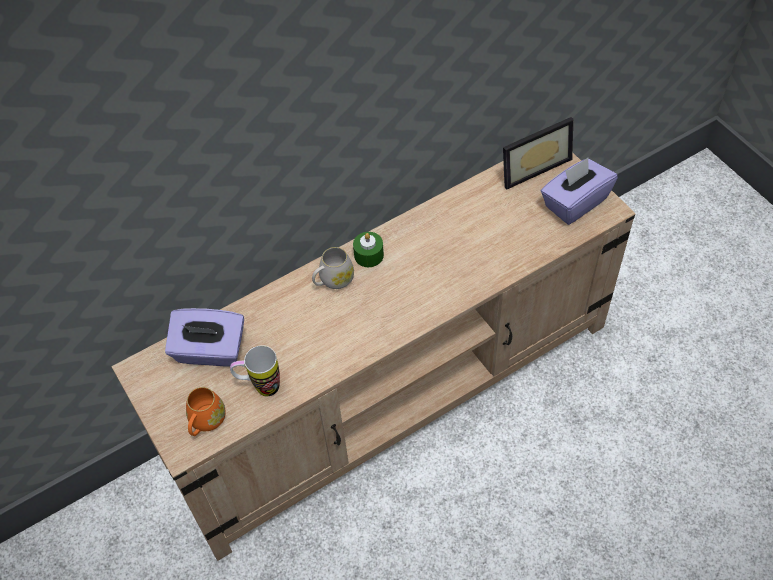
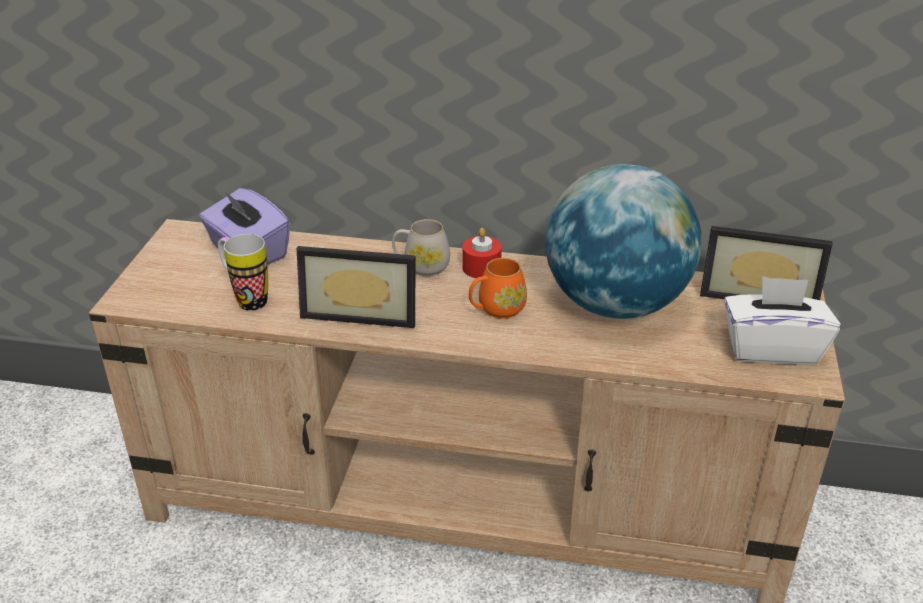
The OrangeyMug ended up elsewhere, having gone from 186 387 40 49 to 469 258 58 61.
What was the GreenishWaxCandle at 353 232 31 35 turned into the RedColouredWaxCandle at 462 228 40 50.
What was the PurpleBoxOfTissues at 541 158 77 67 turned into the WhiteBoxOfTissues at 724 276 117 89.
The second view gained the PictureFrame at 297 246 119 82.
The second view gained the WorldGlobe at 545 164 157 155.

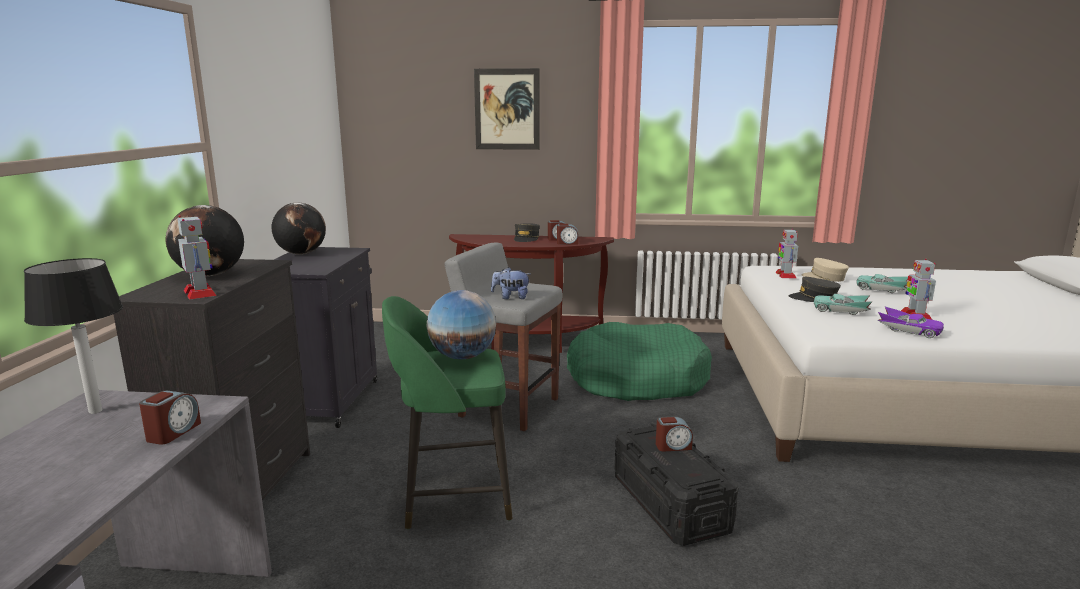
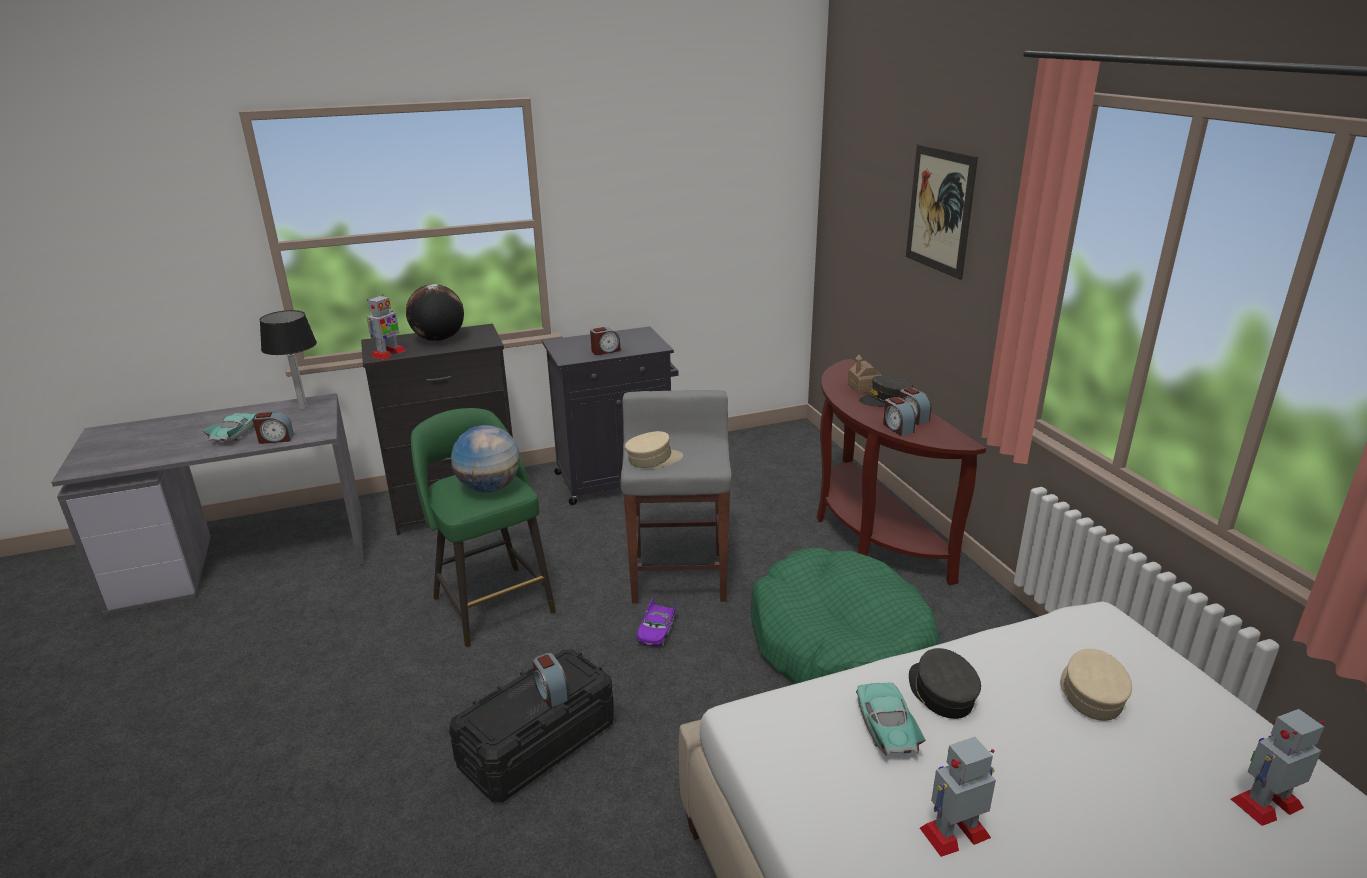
The second view lost the WorldGlobe at 272 202 54 53.
Where the PlushToy stood at 491 267 39 32, the BeigePeakedCap came to stand at 625 431 58 37.
The ModelRobot ended up elsewhere, having gone from 776 228 22 50 to 1231 709 94 117.
The TurquoiseToyCar ended up elsewhere, having gone from 856 274 52 19 to 203 413 53 28.
The PurpleToyCar ended up elsewhere, having gone from 878 306 66 32 to 637 596 41 51.
The second view gained the AlarmClock at 590 327 31 28.
The second view gained the ModelHouse at 848 354 33 40.

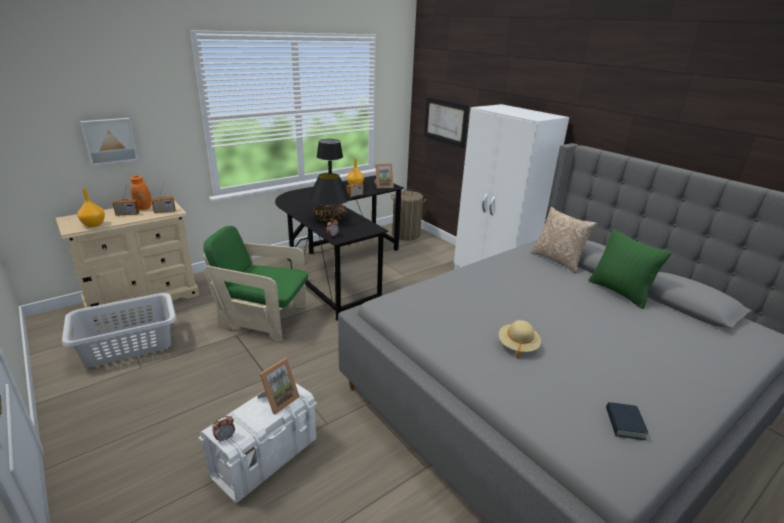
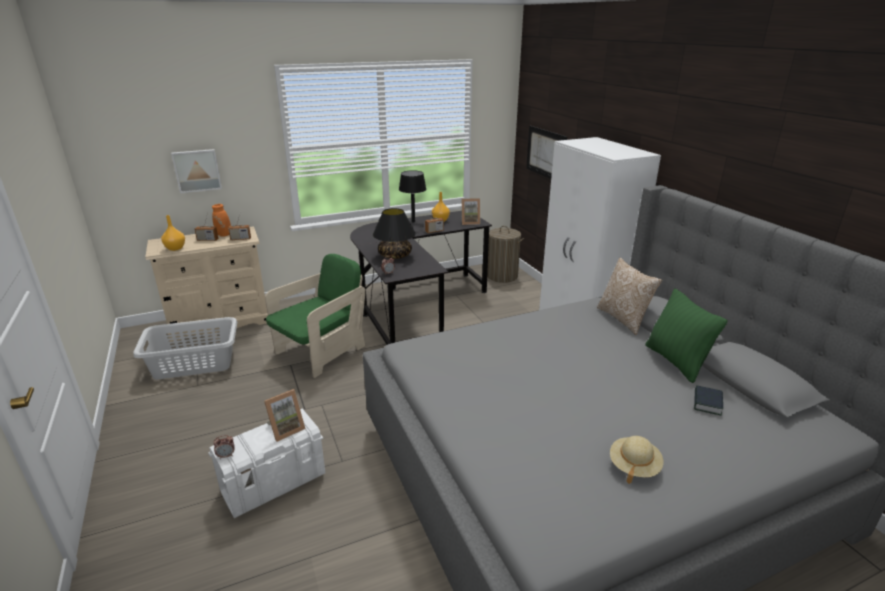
The GreenishLoungeChair at 203 226 105 116 ended up facing another way, 105 degrees clockwise from before.
The BeigeHat ended up elsewhere, having gone from 499 320 42 39 to 610 436 53 48.
The BoundBook ended up elsewhere, having gone from 606 402 42 38 to 694 385 29 30.

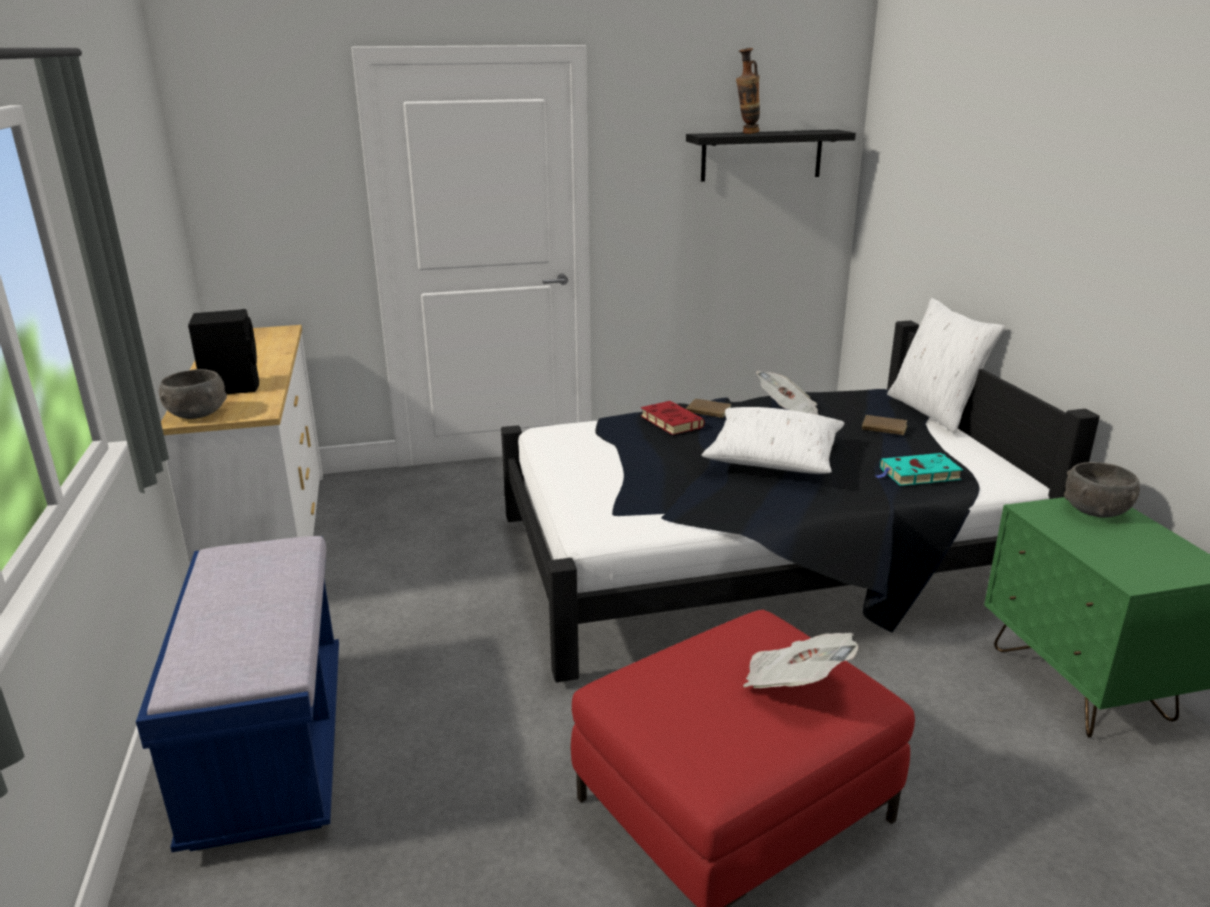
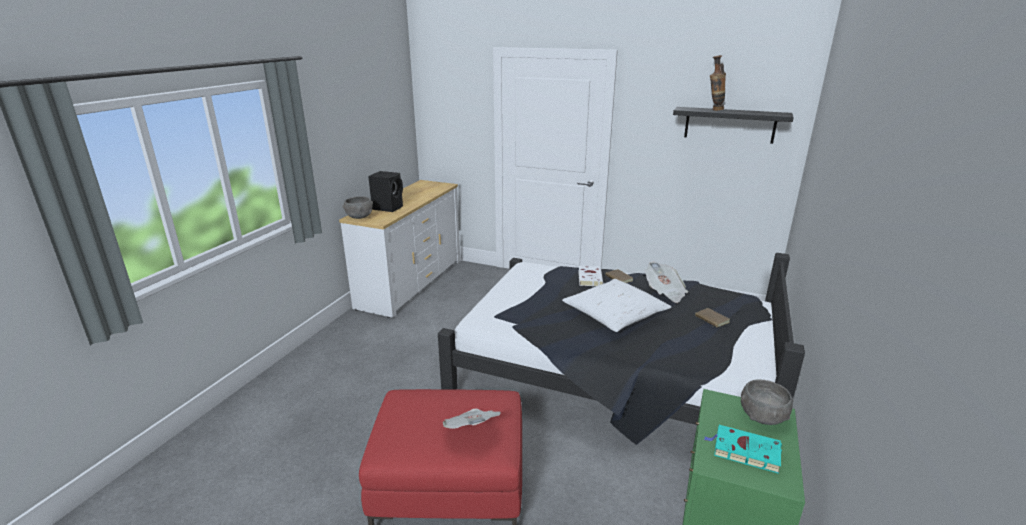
The second view lost the BluishIndoorBench at 136 536 203 316.
What was the RedColouredBoundBook at 641 401 64 34 turned into the WhiteBoundBook at 578 266 25 20.
The TurquoiseBoundBook ended up elsewhere, having gone from 875 453 88 33 to 704 425 78 49.
The second view lost the WhiteThrowPillow at 887 298 118 135.

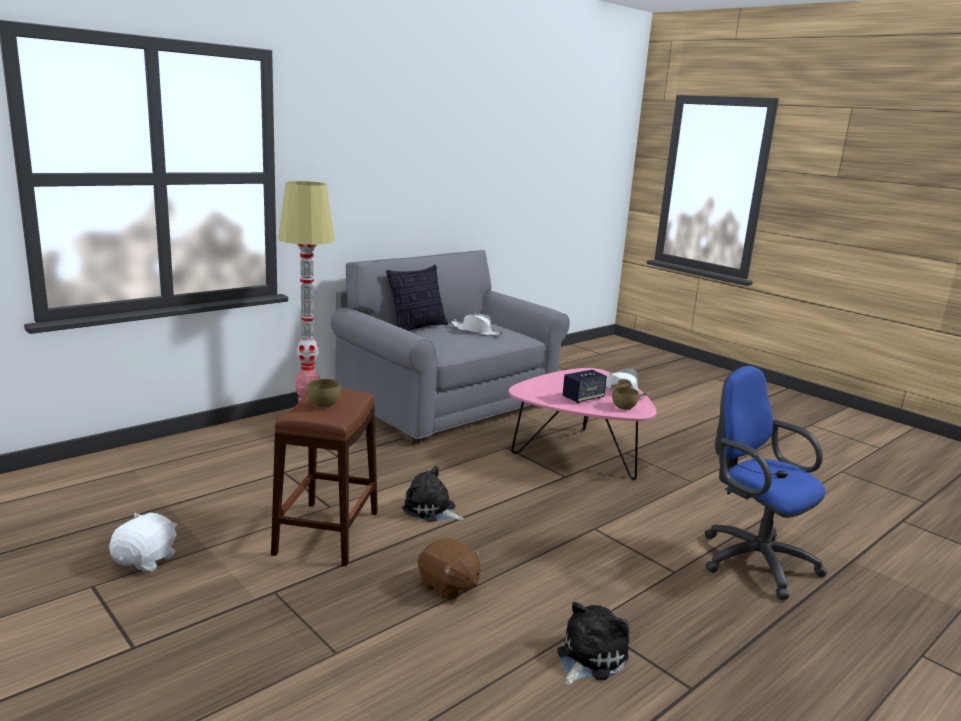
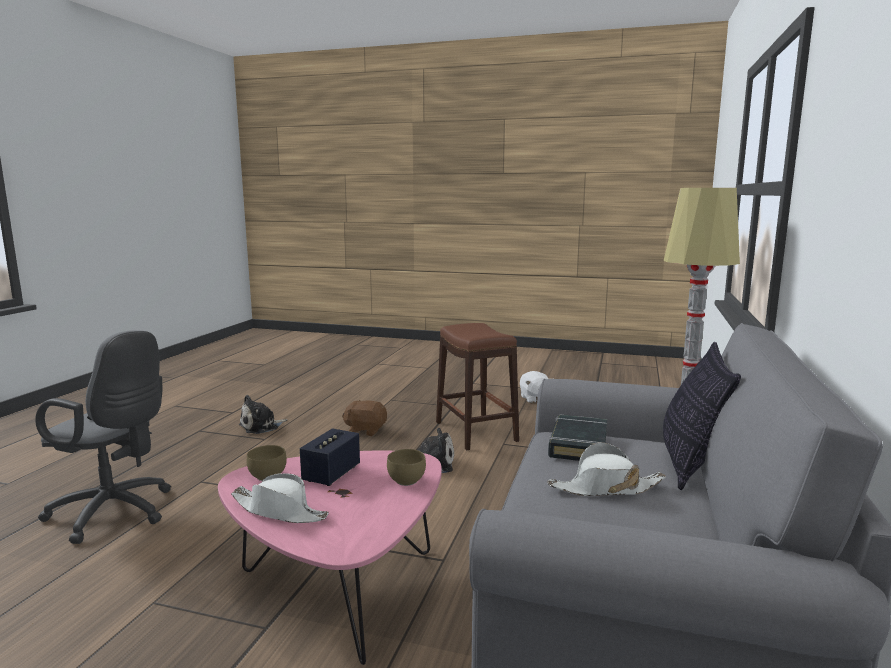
The BrownServingBowl ended up elsewhere, having gone from 307 379 34 29 to 387 449 39 37.
The PlushToy at 557 602 72 84 ended up facing another way, 45 degrees clockwise from before.
What was the BluishComputerChair at 704 366 123 234 turned into the GreyishComputerChair at 35 330 136 214.
The second view gained the BlackColouredBoundBook at 548 414 59 47.

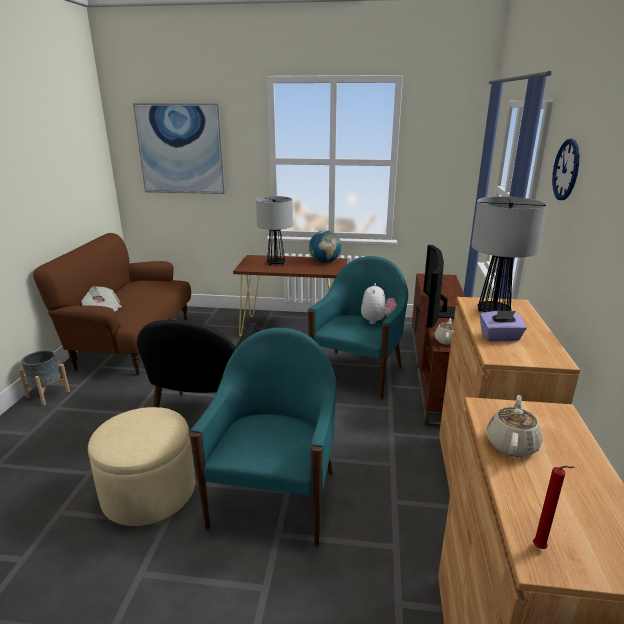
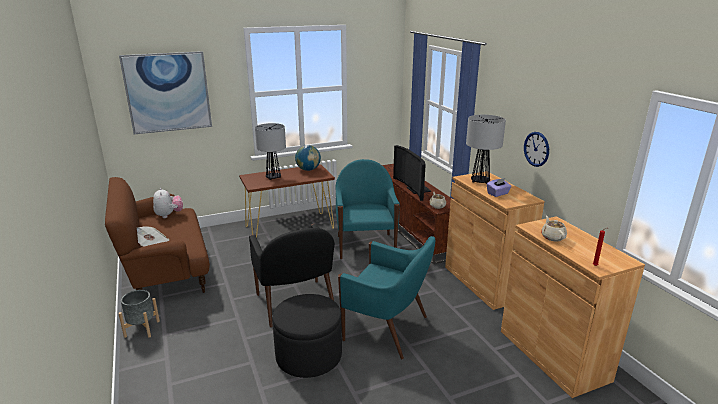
What was the BeigeFootrest at 88 407 107 119 turned into the BlackColouredFootrest at 272 294 70 84.
The TurquoiseLoungeChair at 190 328 147 218 ended up facing another way, 135 degrees clockwise from before.
The PlushToy ended up elsewhere, having gone from 361 283 36 41 to 153 188 30 30.
The HangingClock ended up elsewhere, having gone from 552 139 27 61 to 524 132 25 35.

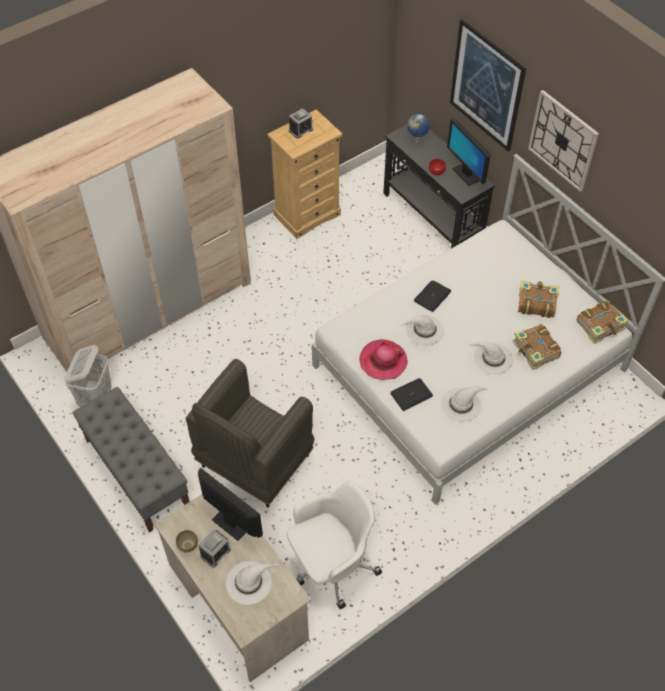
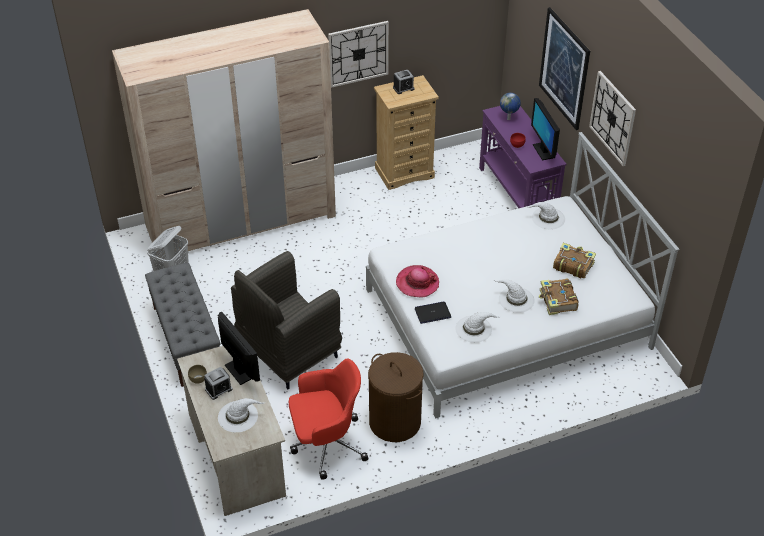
What was the WhiteComputerChair at 287 482 95 127 turned into the RedColouredComputerChair at 289 359 80 121.
What was the BlackColouredHallTable at 383 125 112 123 turned into the PurpleHallTable at 479 106 88 102.
The WhiteHat ended up elsewhere, having gone from 400 315 44 31 to 527 202 38 27.
The second view lost the NotebookComputer at 414 280 37 32.
The second view lost the BoundBook at 577 301 51 43.
The second view gained the HangingClock at 328 21 61 67.
The second view gained the BrownWashingBasket at 368 352 56 90.

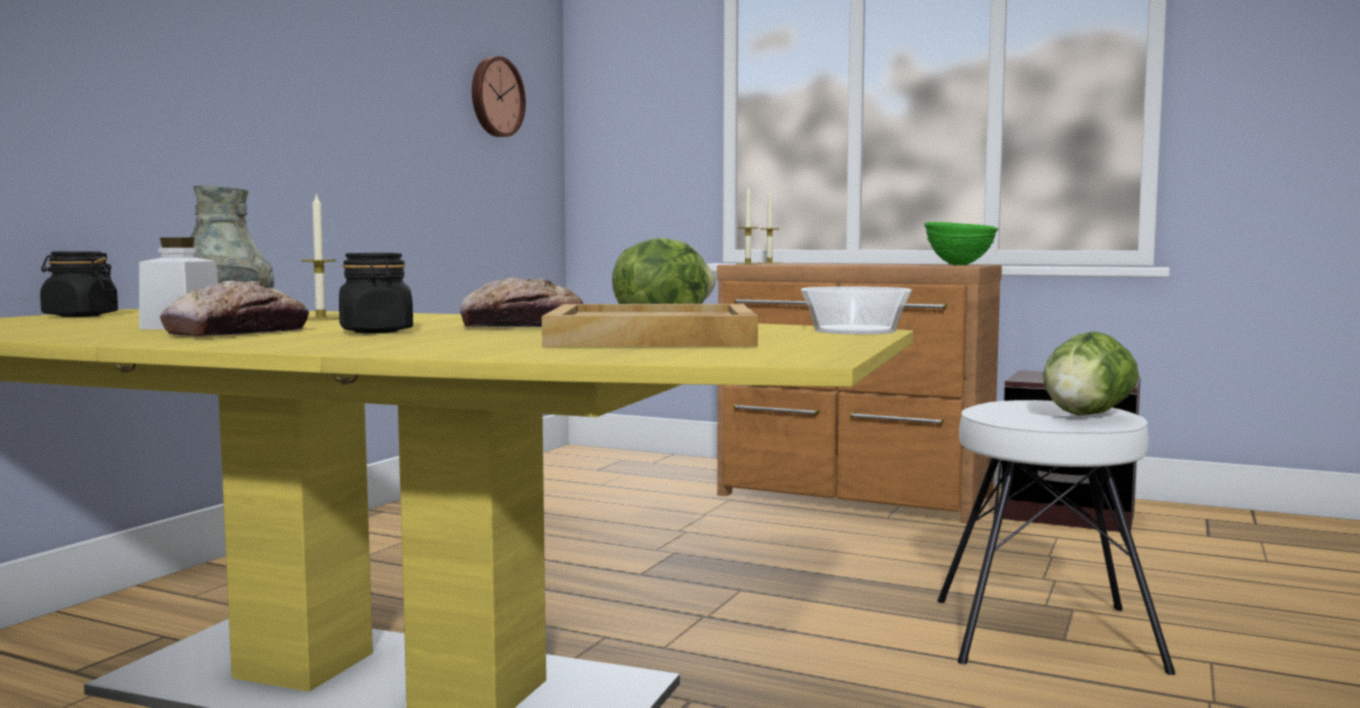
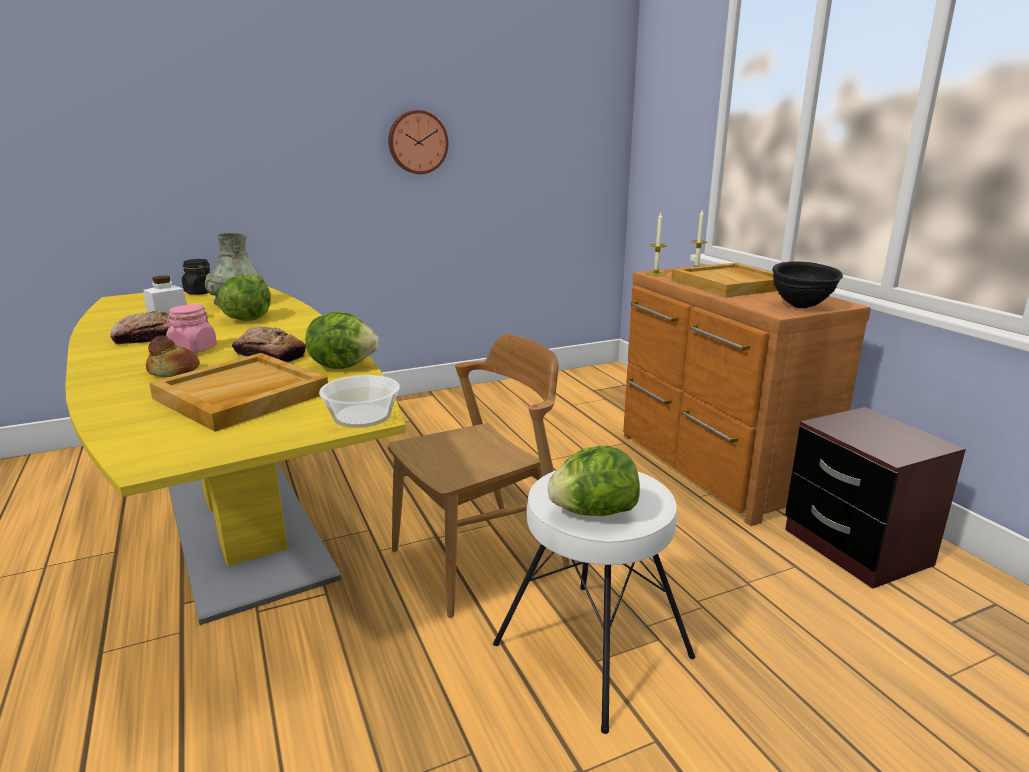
Where the WaxCandle stood at 301 193 38 128, the LettuceHead came to stand at 218 275 53 46.
What was the BlackColouredPreserveJar at 339 253 74 80 turned into the PinkColouredPreserveJar at 166 304 51 49.
The HangingClock ended up elsewhere, having gone from 472 56 54 81 to 388 110 60 64.
What was the GreenishServingBowl at 924 222 74 43 turned into the BlackColouredServingBowl at 772 261 71 47.
The second view gained the Bread at 146 335 54 42.
The second view gained the BrownPlainChair at 388 334 182 284.
The second view gained the BeigeServingTray at 671 263 107 35.

